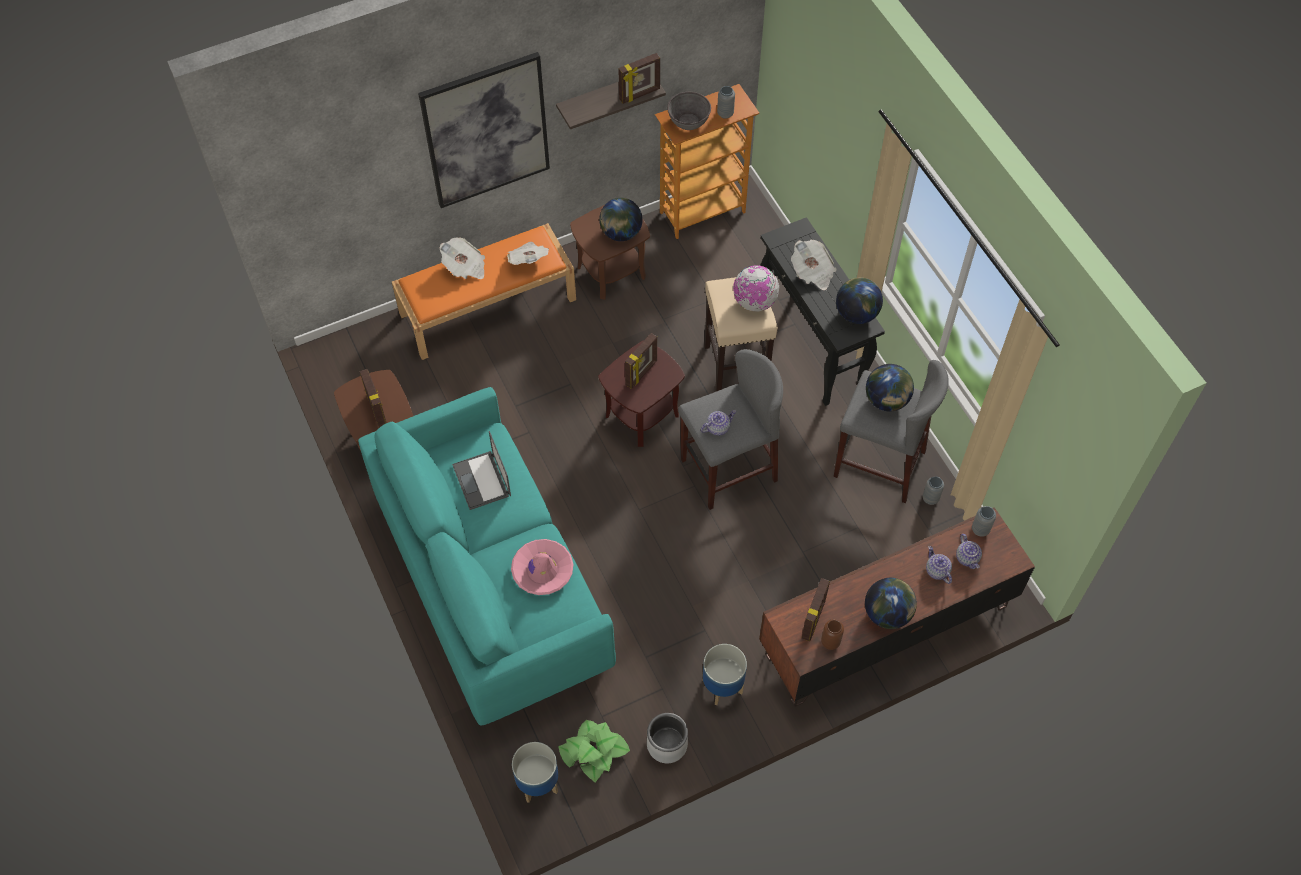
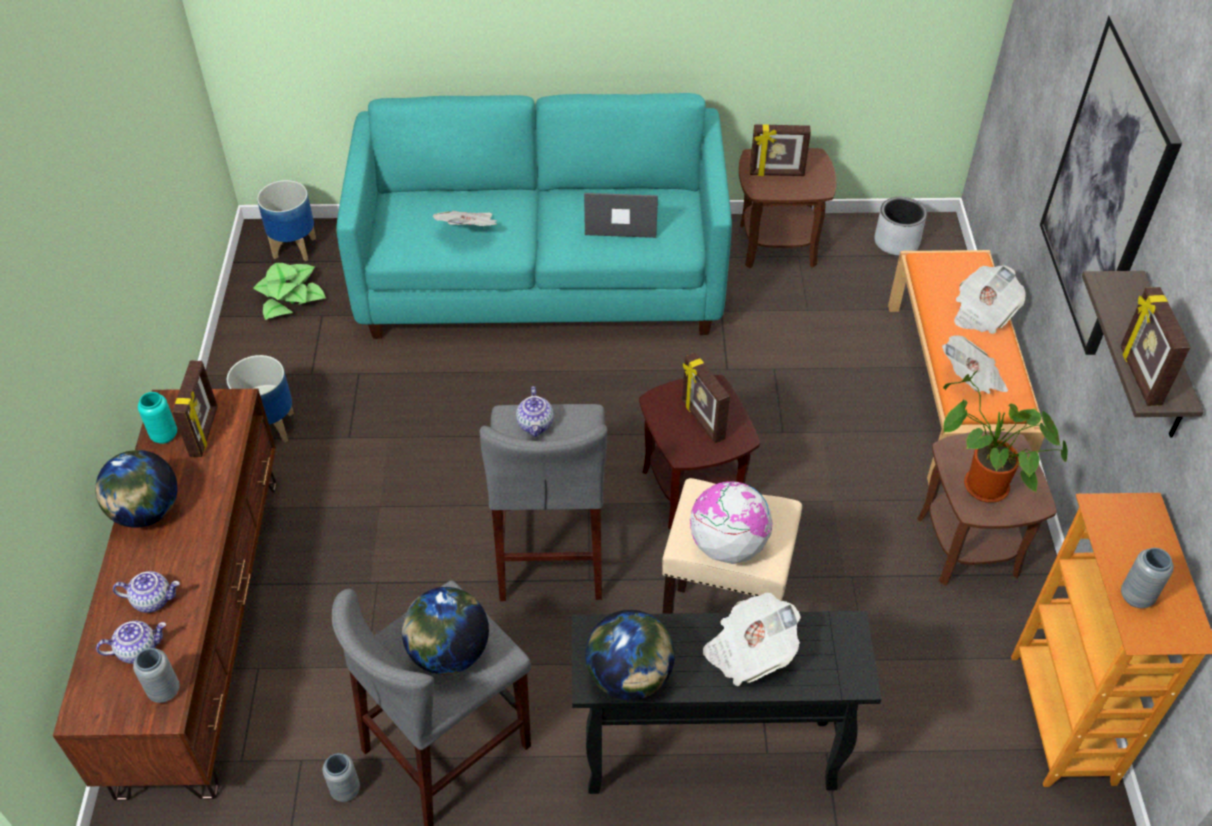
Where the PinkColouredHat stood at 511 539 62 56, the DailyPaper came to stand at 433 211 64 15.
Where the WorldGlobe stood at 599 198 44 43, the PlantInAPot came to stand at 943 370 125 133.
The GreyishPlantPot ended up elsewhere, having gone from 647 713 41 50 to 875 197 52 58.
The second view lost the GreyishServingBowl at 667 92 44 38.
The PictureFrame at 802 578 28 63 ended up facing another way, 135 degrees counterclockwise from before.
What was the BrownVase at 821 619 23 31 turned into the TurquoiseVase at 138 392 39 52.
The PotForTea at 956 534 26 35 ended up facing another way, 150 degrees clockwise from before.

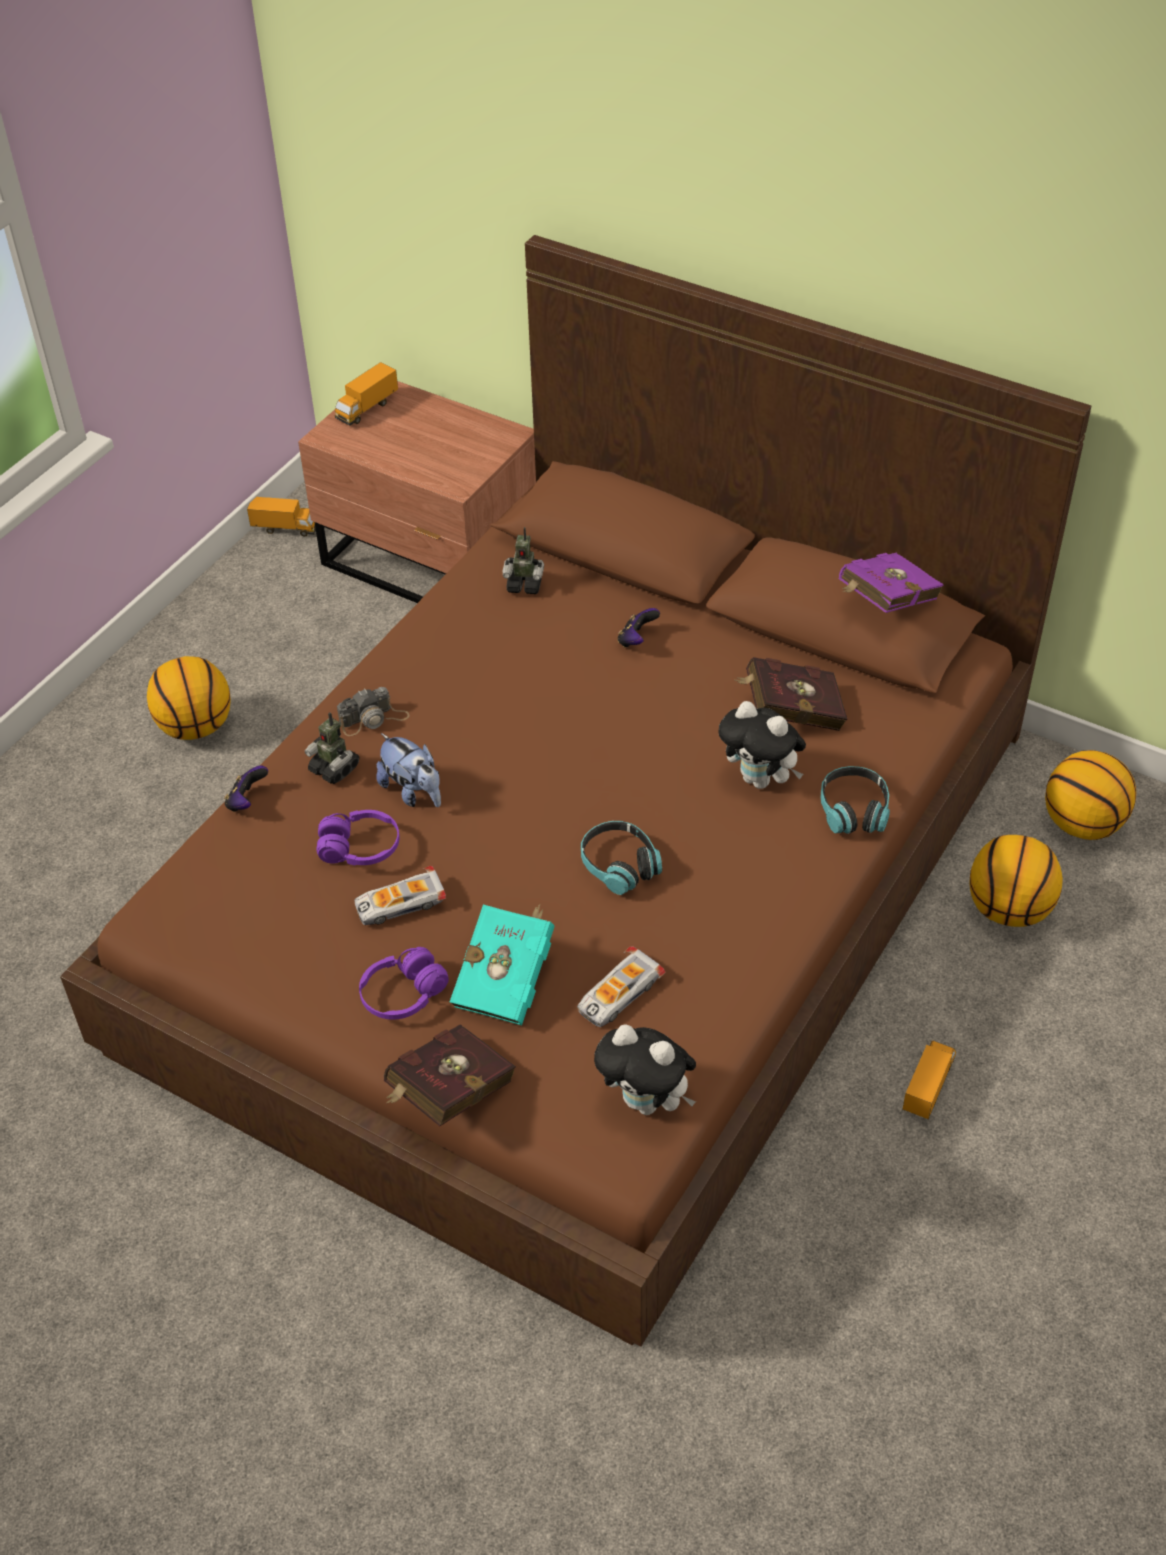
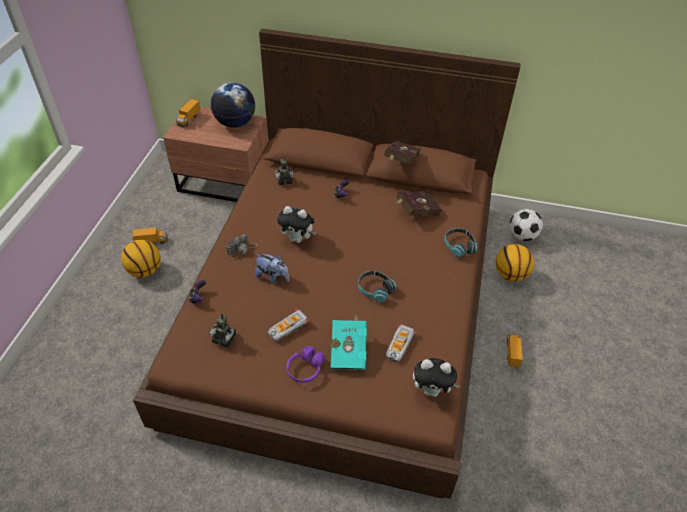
The ToyLorry ended up elsewhere, having gone from 247 497 69 40 to 132 227 36 17.
The ModelRobot ended up elsewhere, having gone from 305 712 55 72 to 209 313 27 34.
The second view lost the PurpleHeadset at 316 810 84 55.
The RedColouredBoundBook ended up elsewhere, having gone from 384 1024 132 102 to 384 141 37 23.
The PlushToy ended up elsewhere, having gone from 718 701 88 88 to 277 206 39 37.
The second view lost the PurpleBoundBook at 838 553 106 60.
Where the BallForBasketball stood at 1045 750 91 90, the FootballBall came to stand at 510 209 33 32.
The second view gained the WorldGlobe at 211 82 44 46.

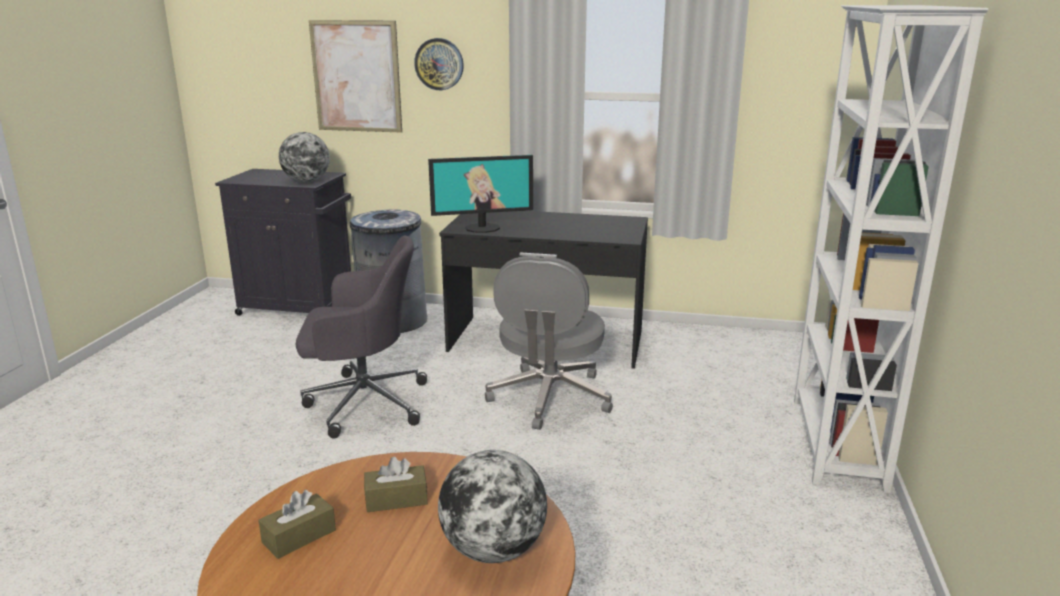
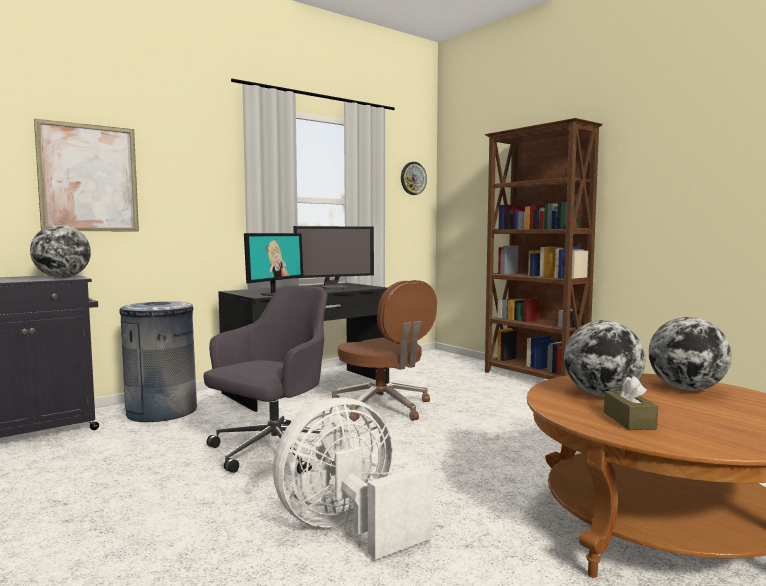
Where the BrownBoxOfTissues stood at 364 457 64 55, the WorldGlobe came to stand at 564 320 81 77.
The HangingClock ended up elsewhere, having gone from 414 38 50 52 to 401 162 26 33.
What was the GreyishComputerChair at 485 256 128 174 turned into the BrownComputerChair at 332 280 105 142.
What was the WhiteBookshelf at 794 5 194 488 turned into the BrownBookshelf at 485 118 118 261.
The second view gained the WhiteFan at 273 397 160 162.
The second view gained the Monitor at 293 226 81 63.

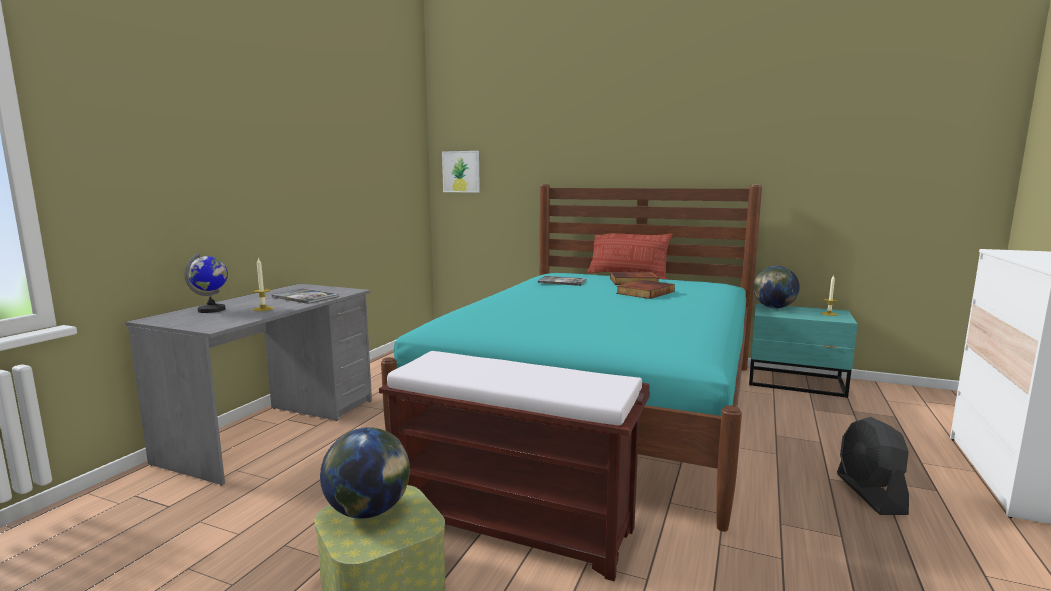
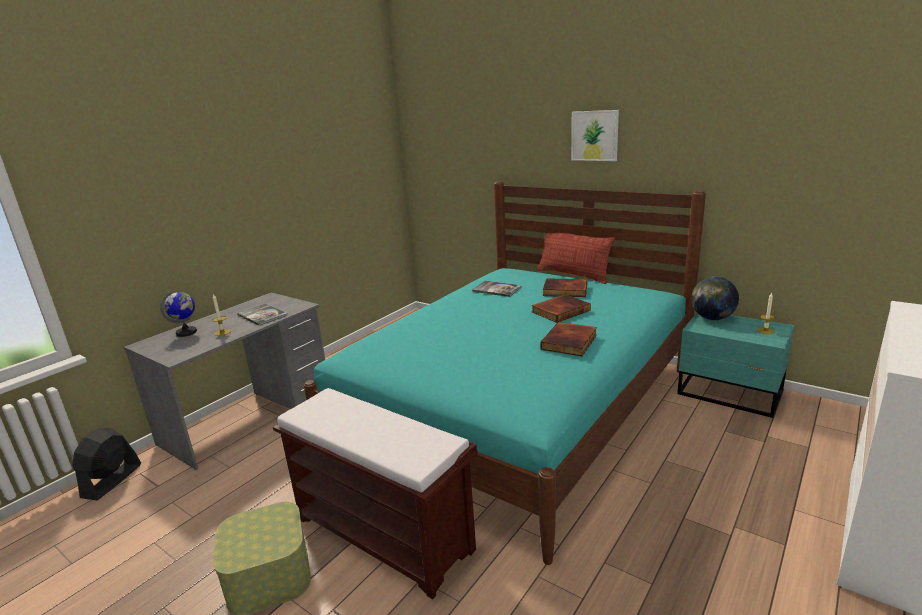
The second view lost the WorldGlobe at 320 427 90 91.
The Picture ended up elsewhere, having gone from 442 151 38 42 to 571 110 48 51.
The BlackColouredFan ended up elsewhere, having gone from 837 417 72 98 to 72 428 69 72.
The second view gained the BoundBook at 541 322 56 34.

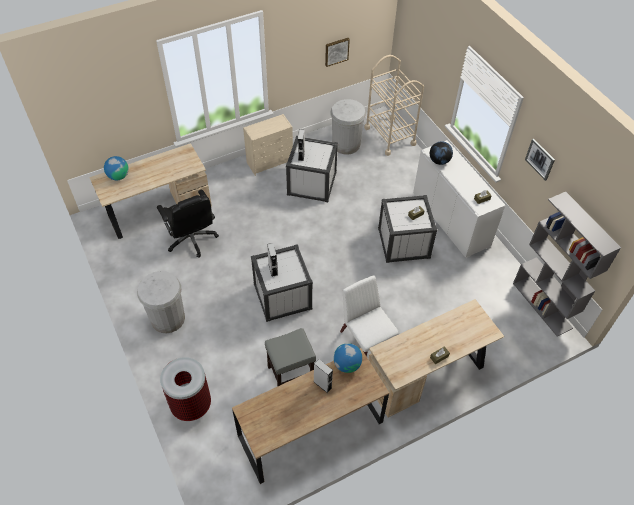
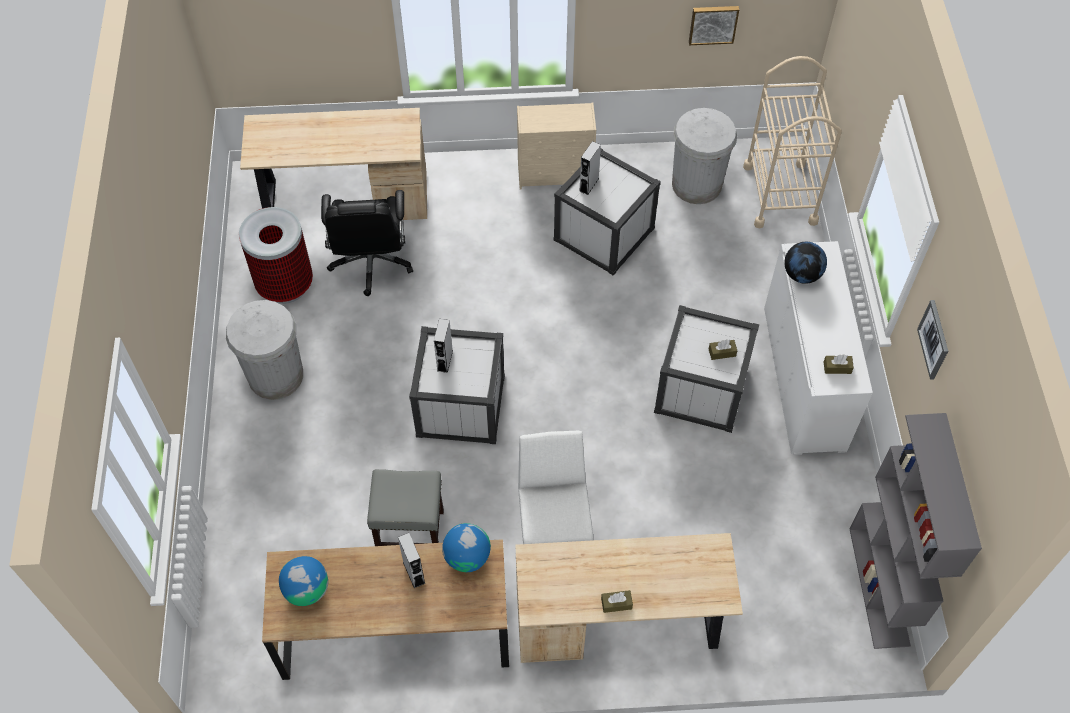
The WorldGlobe ended up elsewhere, having gone from 104 156 25 24 to 279 556 49 50.
The WasteBin ended up elsewhere, having gone from 160 357 51 64 to 239 207 74 97.

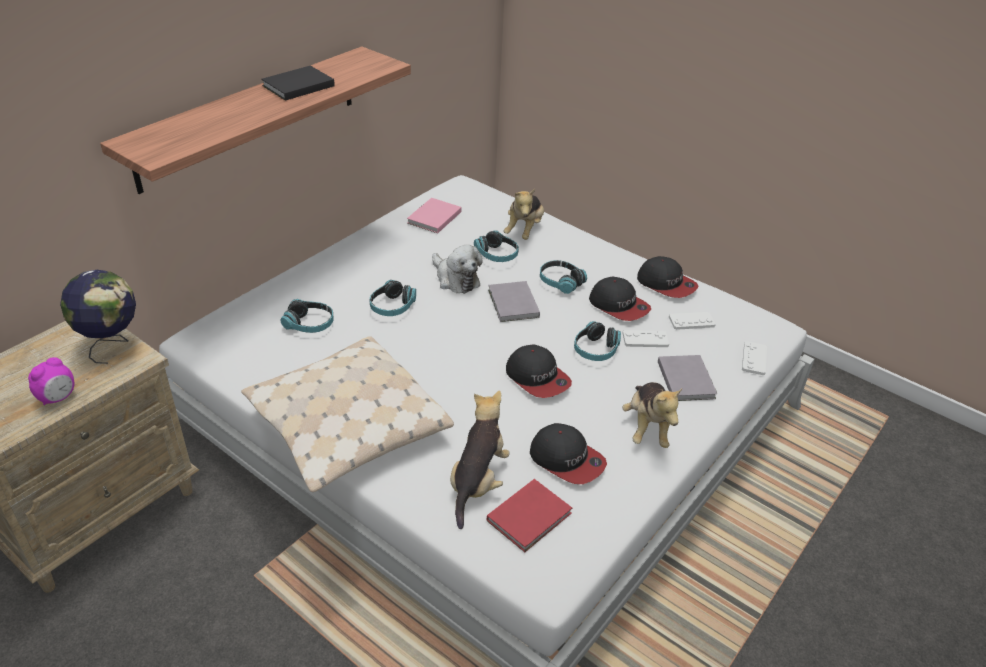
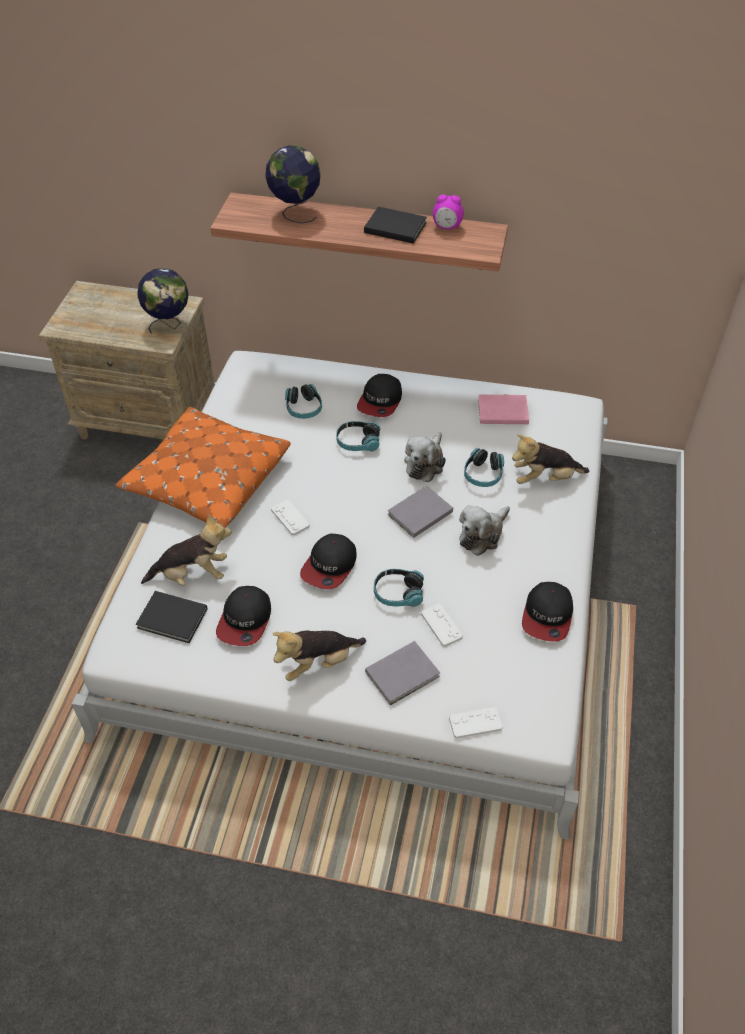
The AlarmClock ended up elsewhere, having gone from 28 357 46 48 to 433 194 31 36.
What was the BeigeThrowPillow at 241 336 213 156 turned into the OrangeyThrowPillow at 116 407 175 121.
What was the RedColouredBoundBook at 487 479 85 73 turned into the BlackColouredBoundBook at 136 591 72 52.
Where the Headset stood at 540 260 47 34, the PlushToy came to stand at 459 505 51 51.
The PeakedCap ended up elsewhere, having gone from 589 277 62 44 to 357 374 45 43.
The WhiteGamepad ended up elsewhere, having gone from 669 312 47 18 to 271 500 39 36.
The second view gained the WorldGlobe at 265 145 56 78.

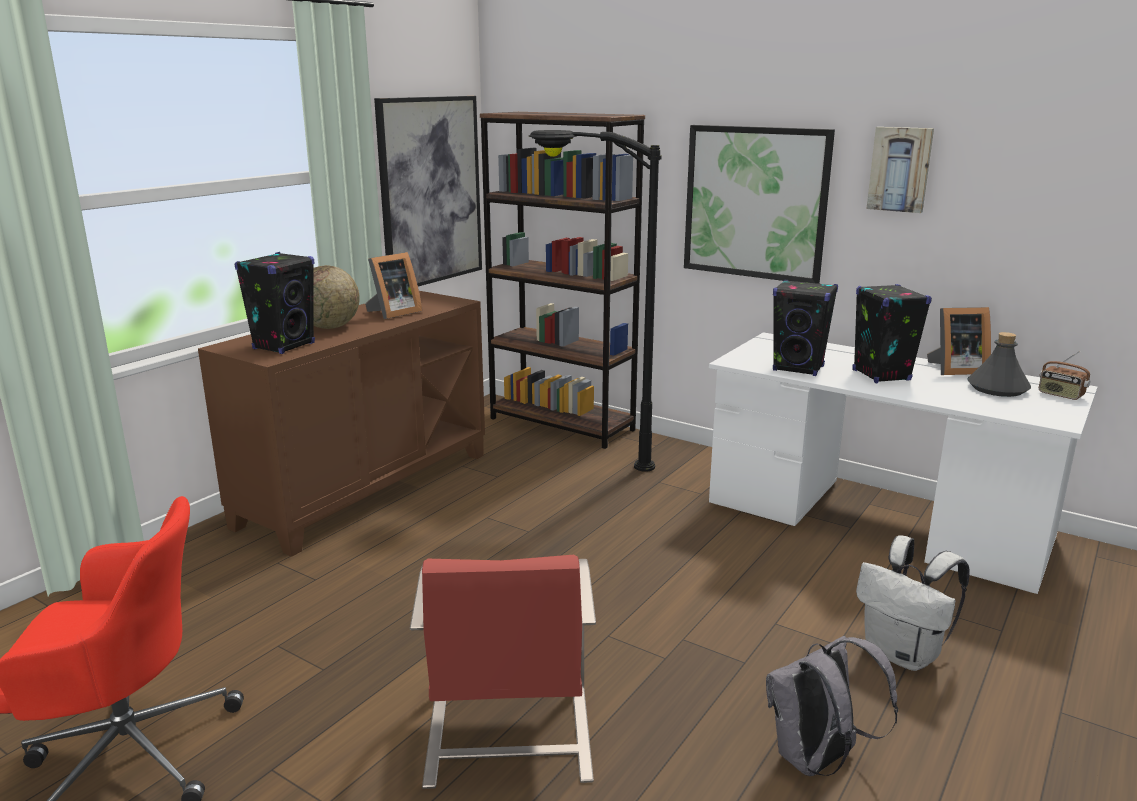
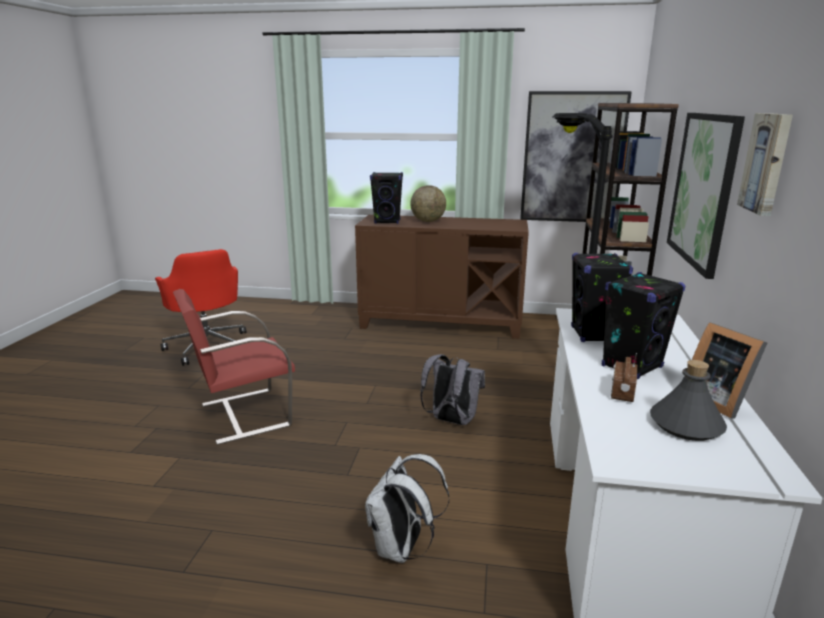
The second view lost the PictureFrame at 365 252 58 67.
The GreyishBackpack ended up elsewhere, having gone from 766 636 132 140 to 420 354 65 71.
The RadioReceiver ended up elsewhere, having gone from 1039 351 51 49 to 611 353 26 49.

